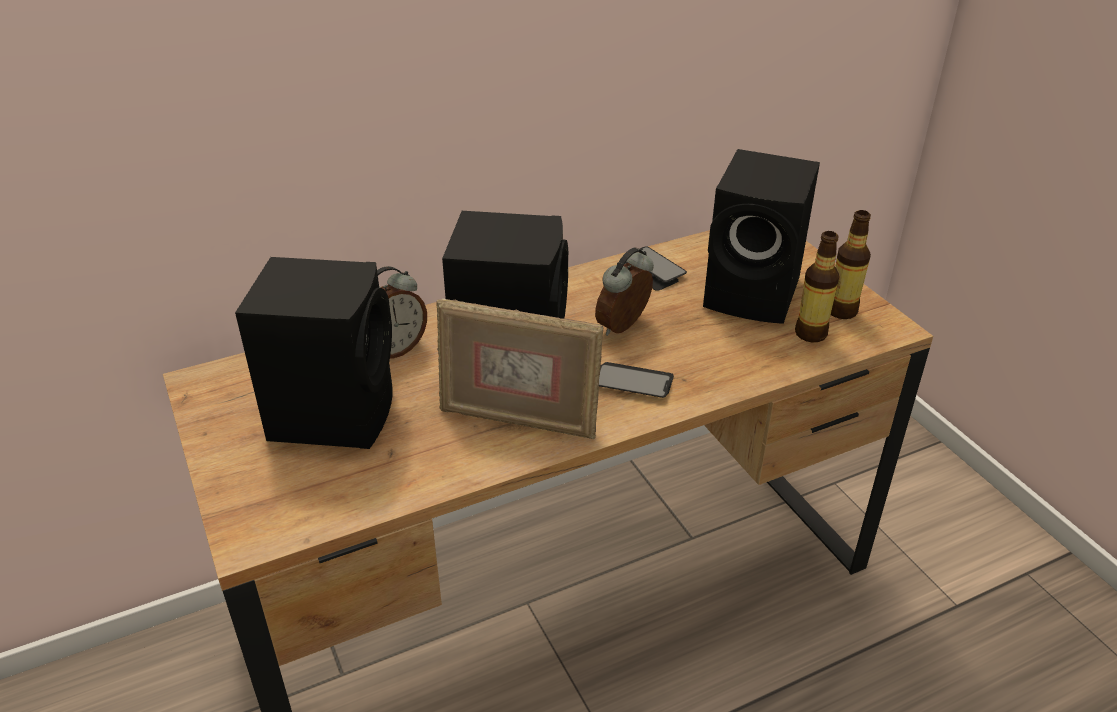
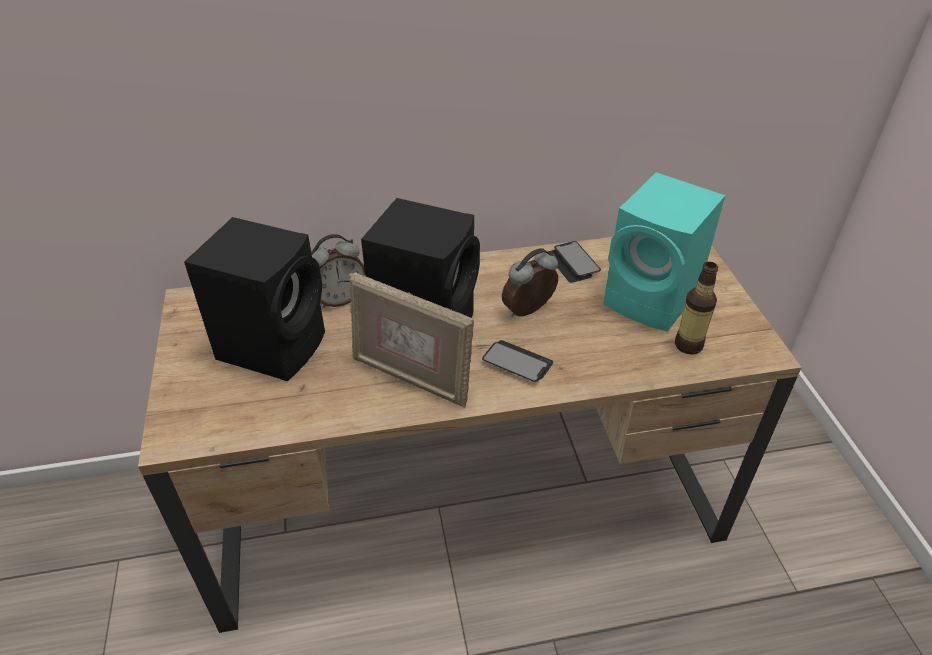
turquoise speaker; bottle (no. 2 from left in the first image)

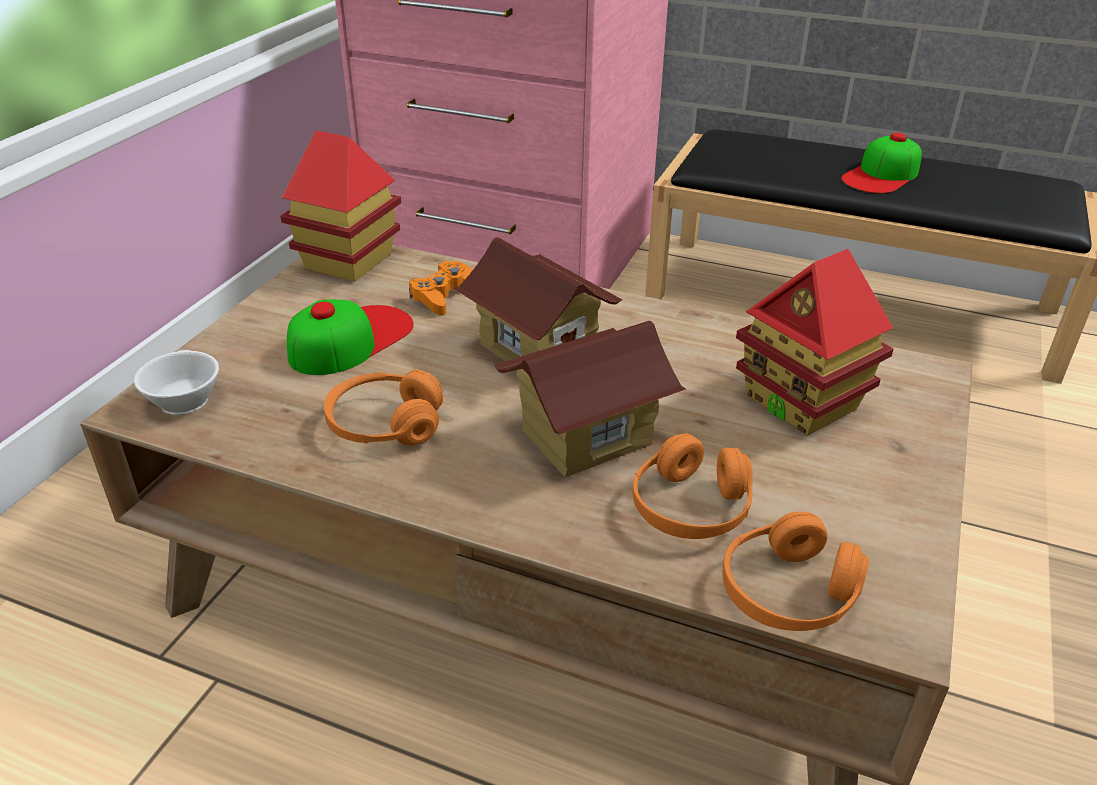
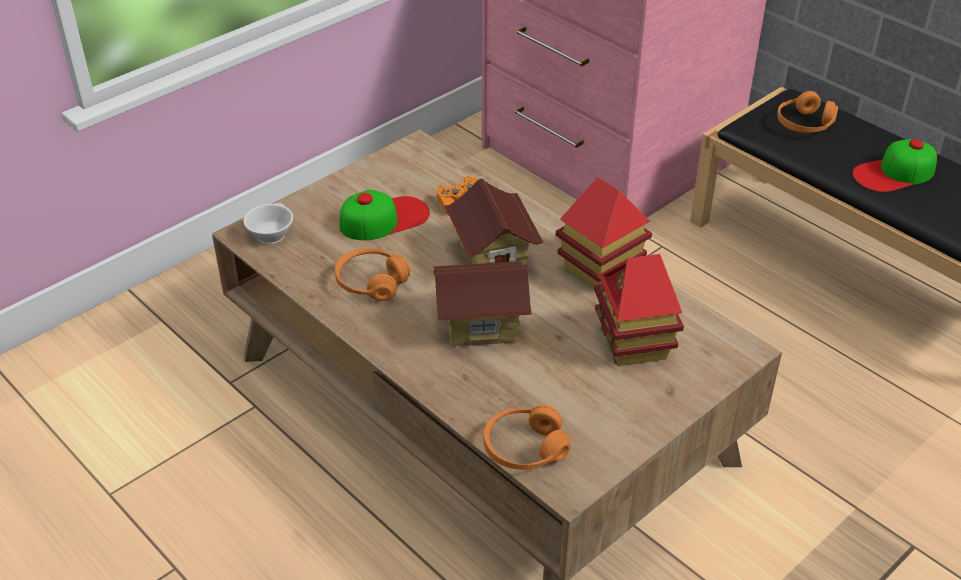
toy house (no. 3 from left); orange headphones (no. 3 from left)

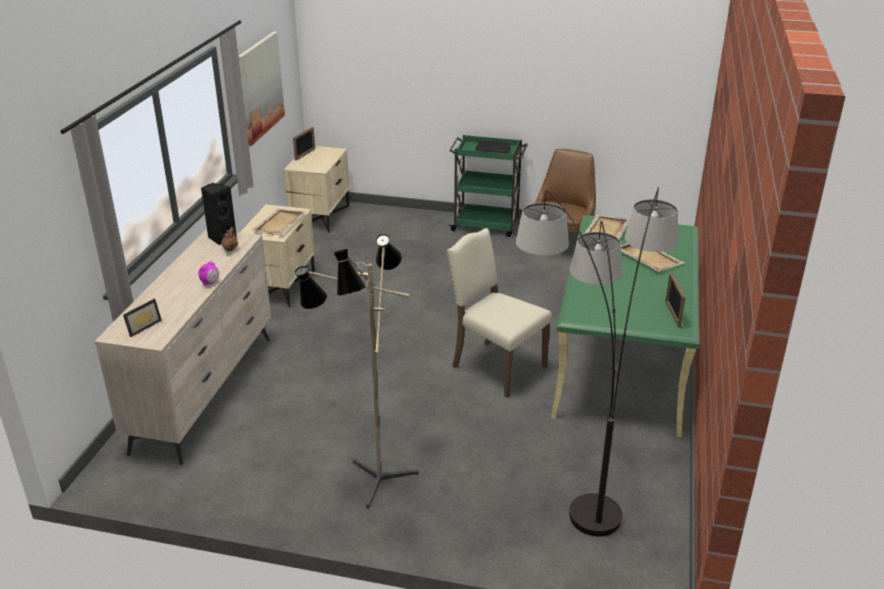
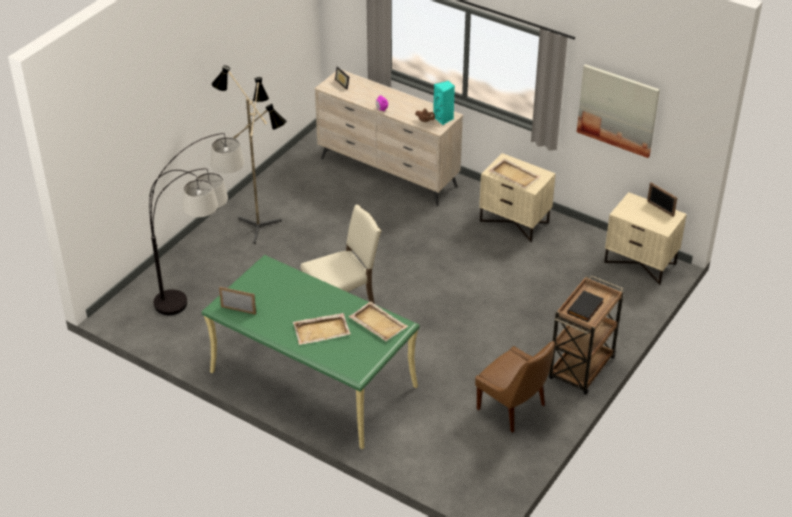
brown cart; turquoise speaker

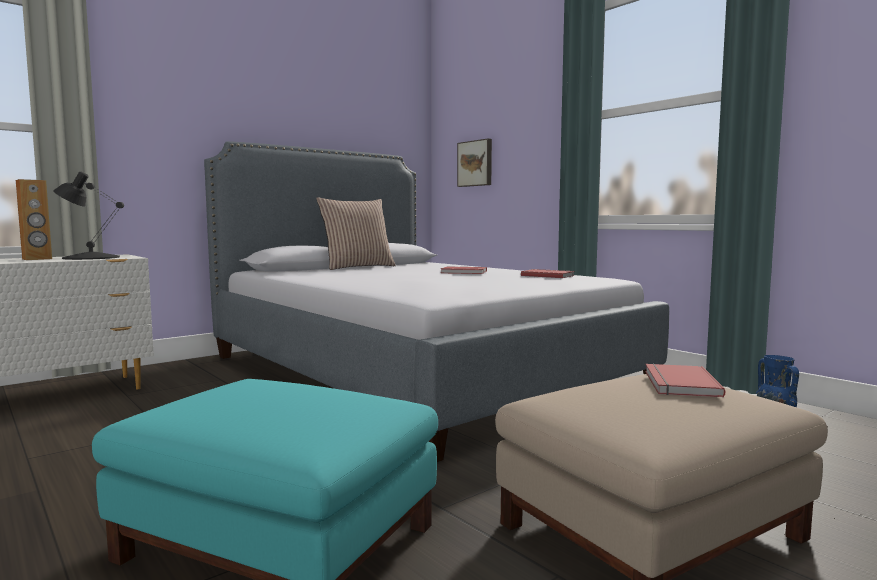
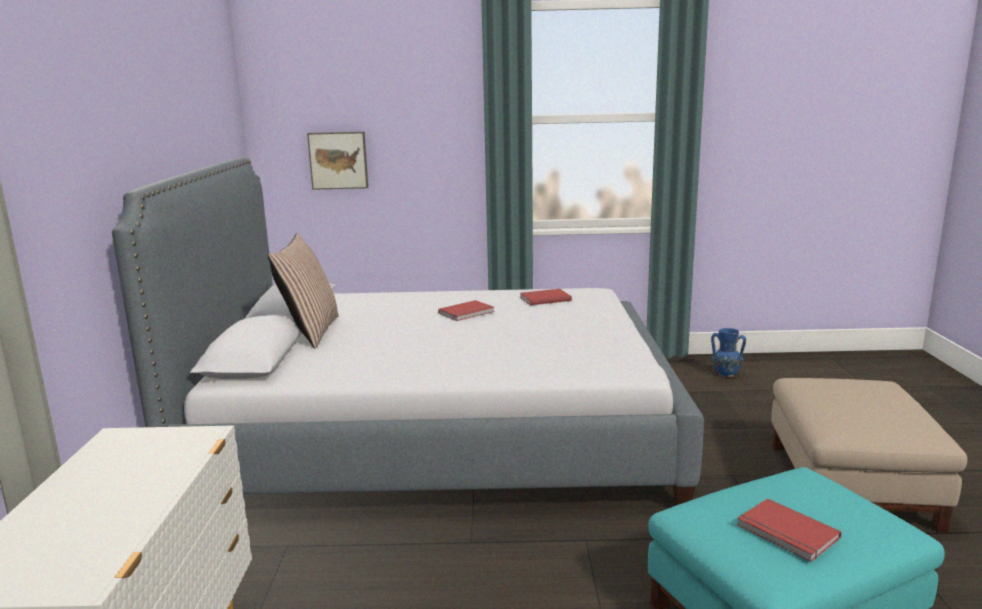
black table lamp; brown speaker; red book (no. 3 from left)

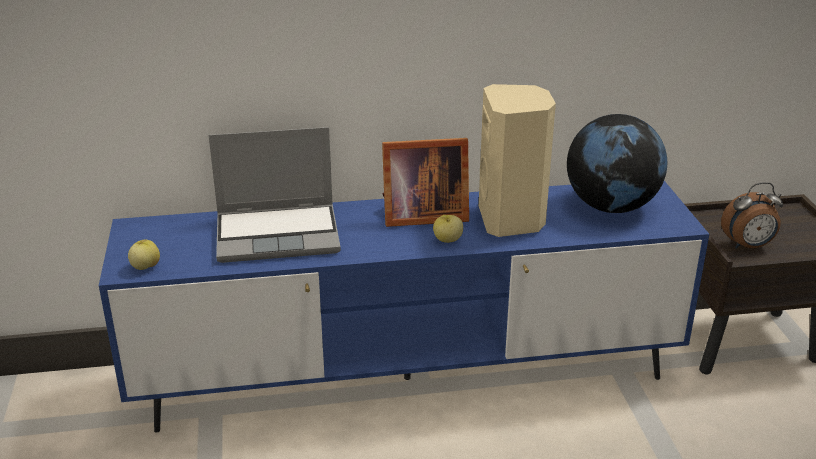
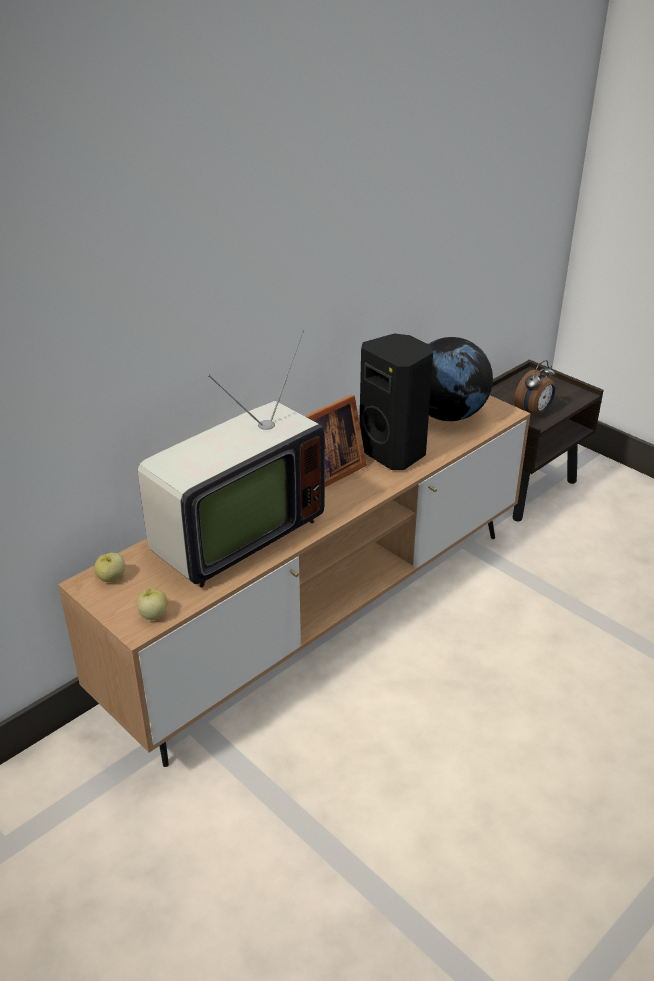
black speaker; television; brown tv stand; apple (no. 1 from left)

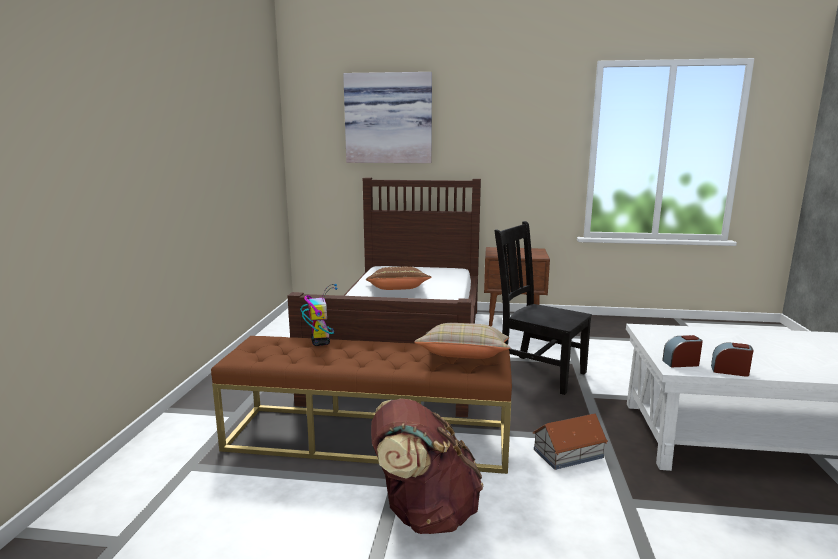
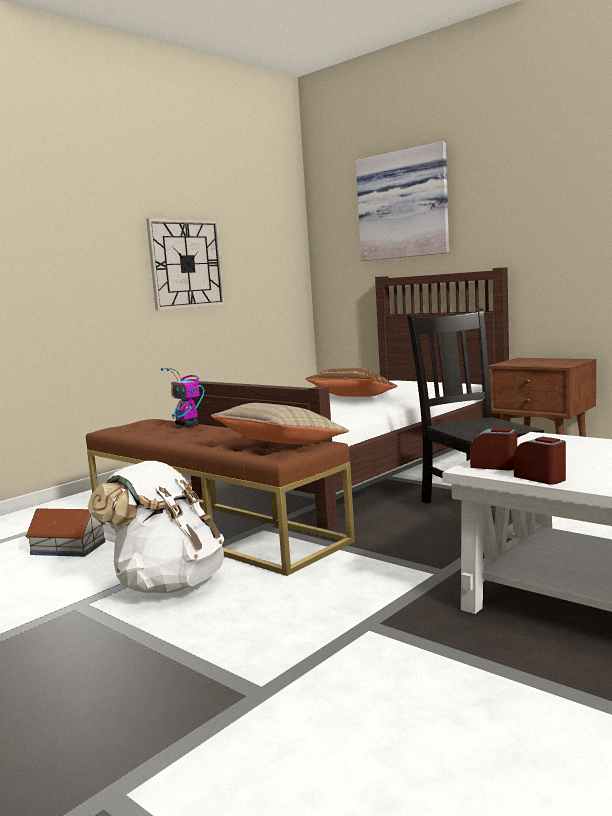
toy robot; white backpack; toy house; wall clock

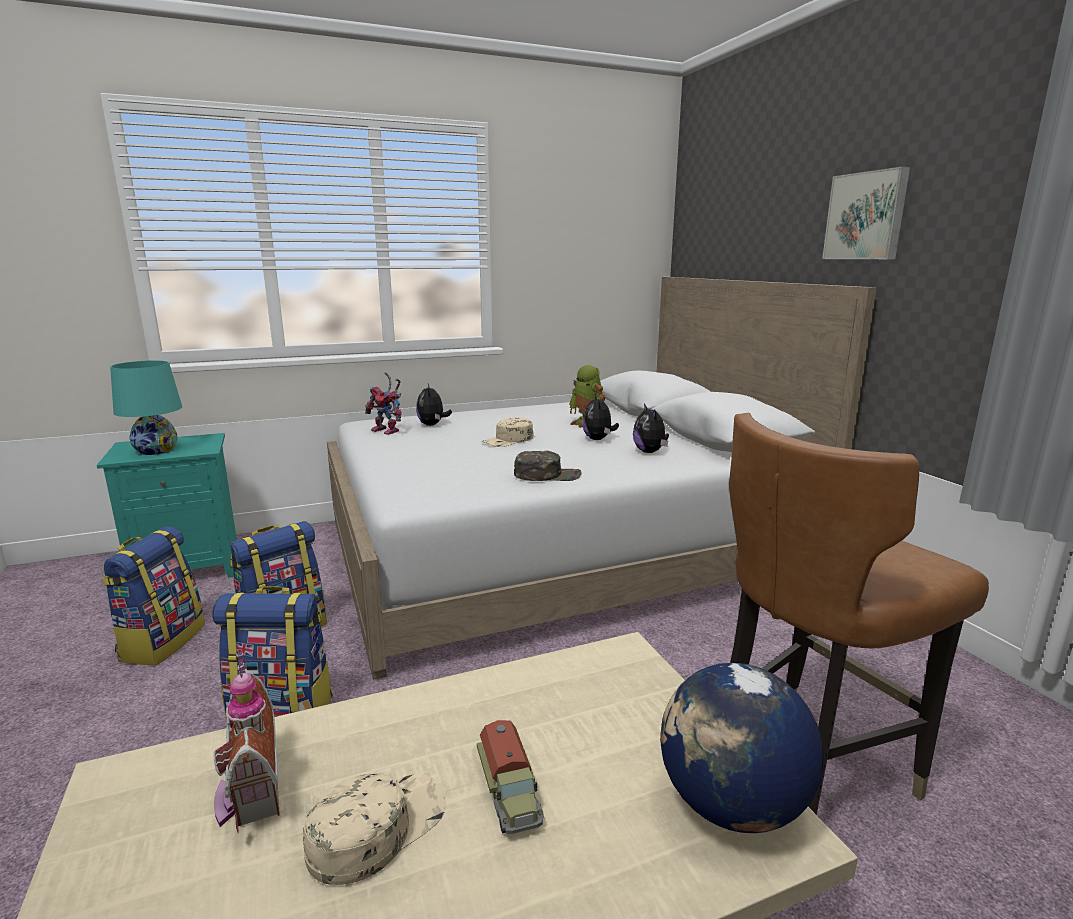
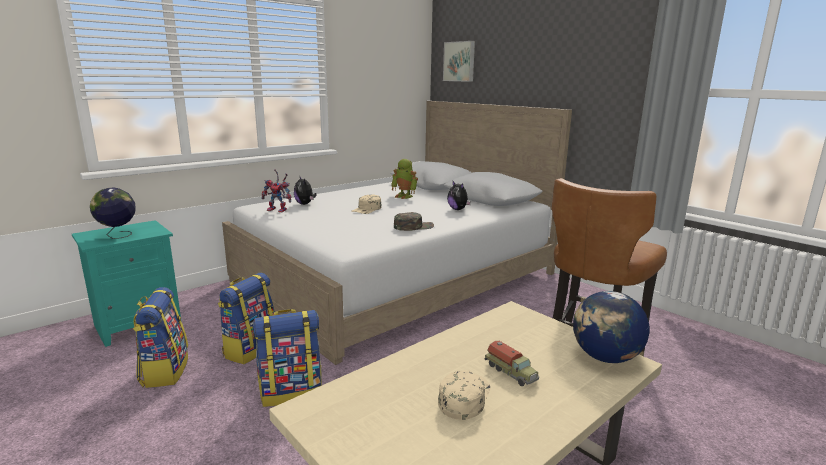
picture; globe (no. 1 from left); plush toy (no. 2 from left in the first image); toy house

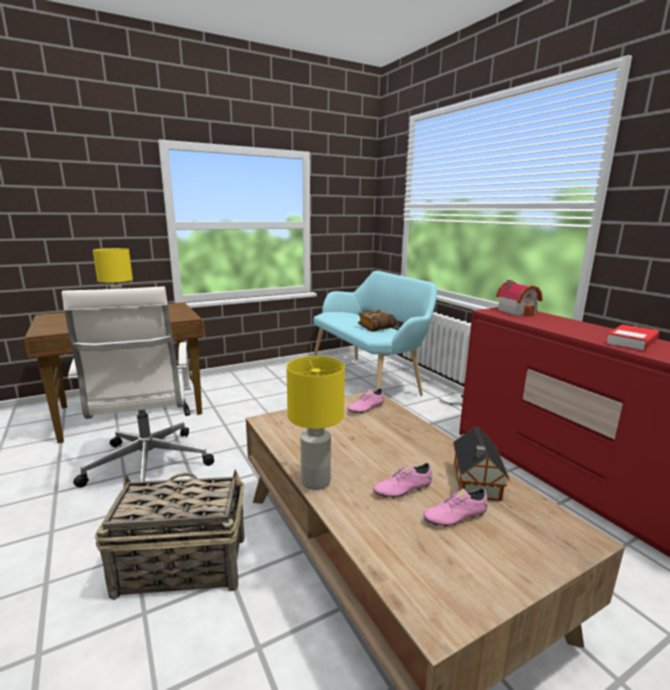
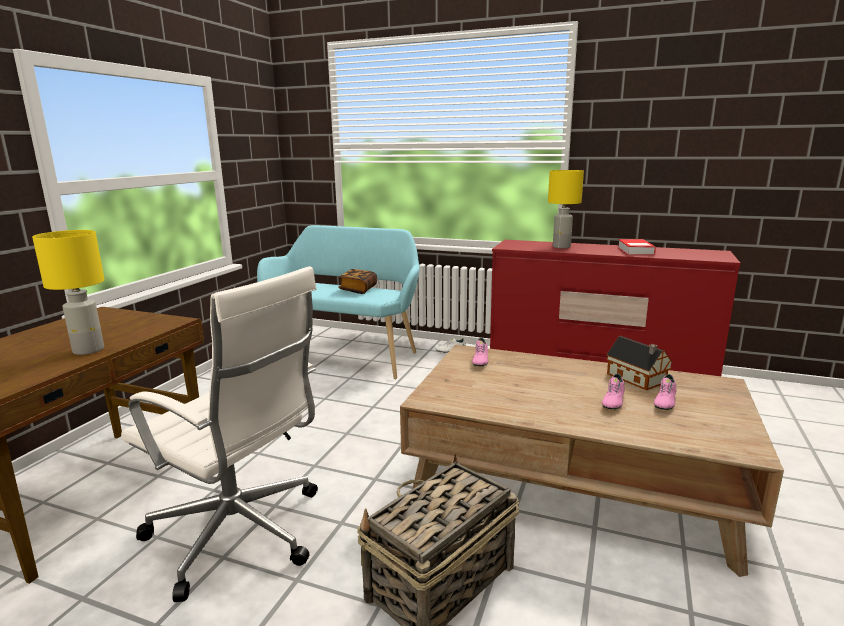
toy house (no. 2 from left in the first image); yellow table lamp (no. 2 from left)

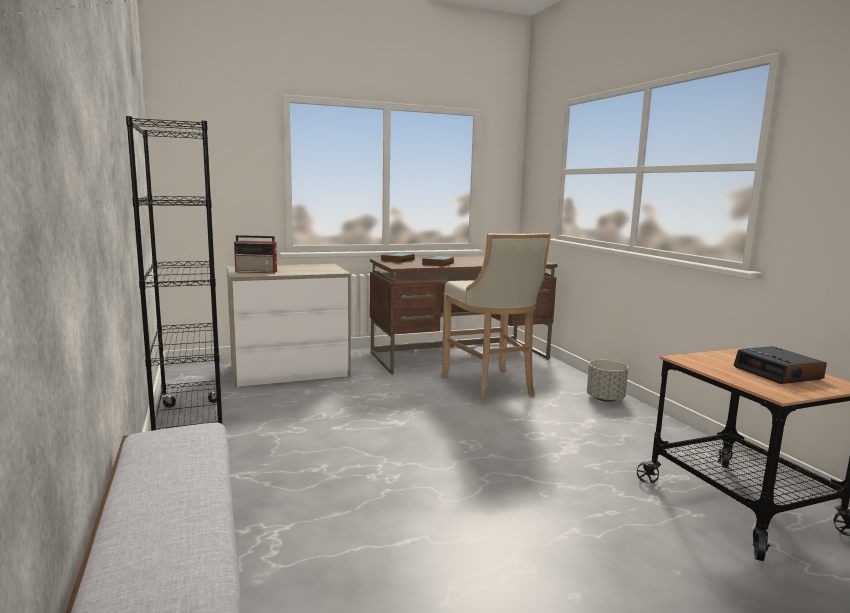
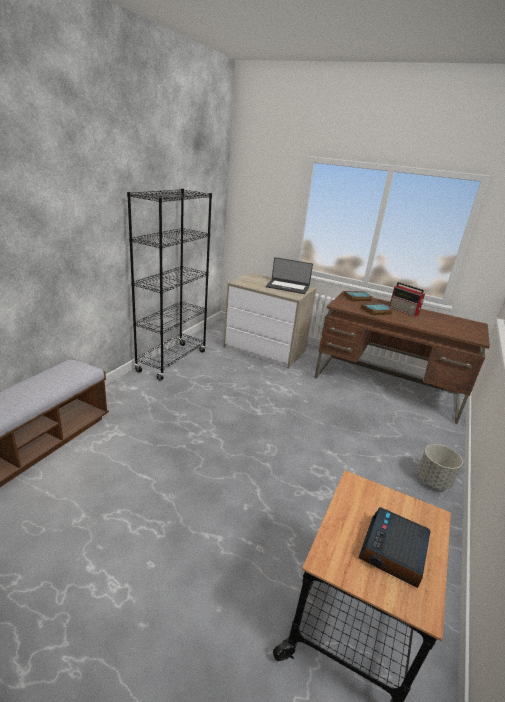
beige stool; radio; laptop

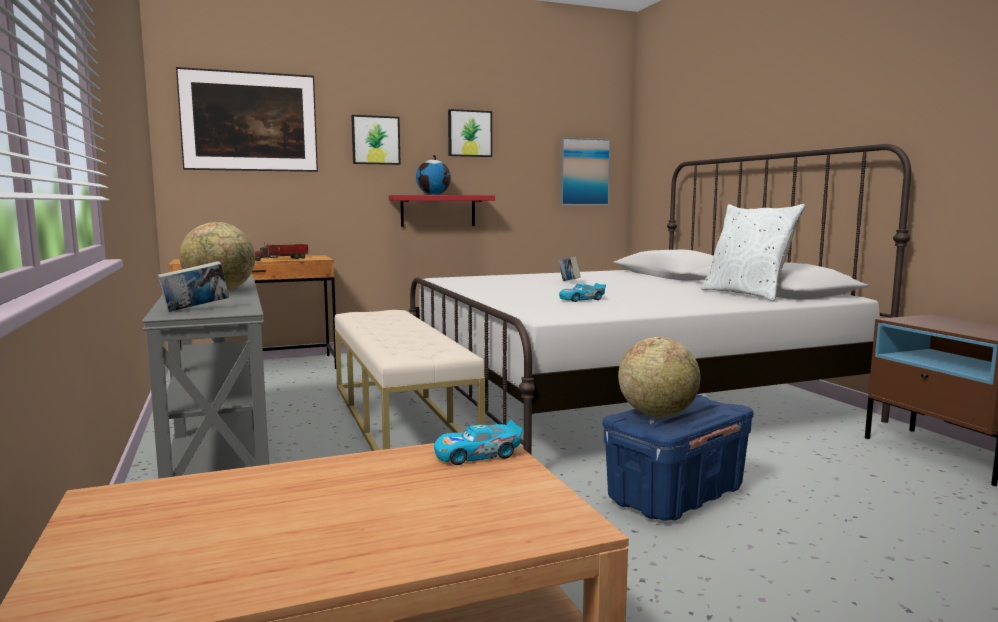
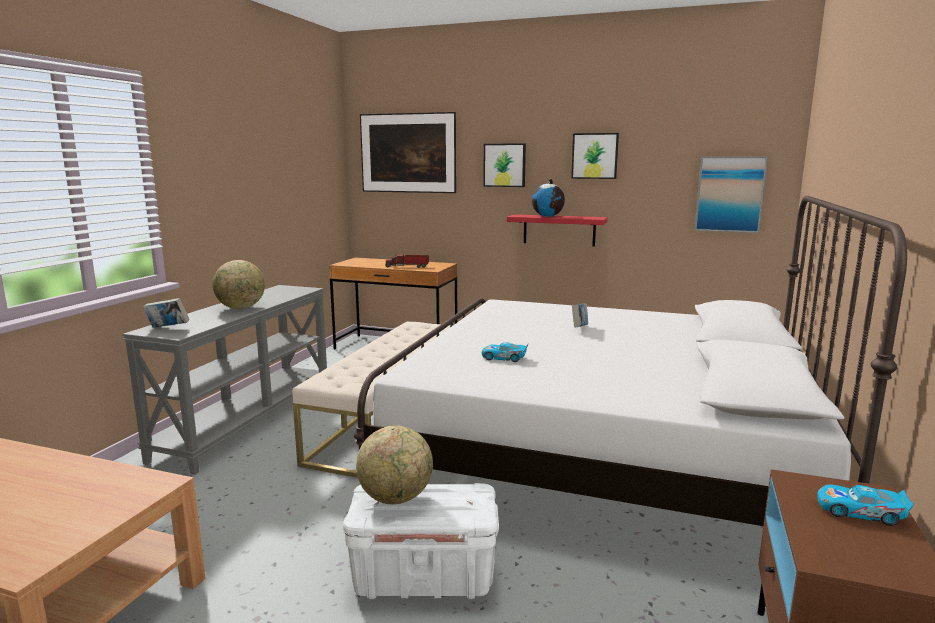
white pillow; white storage box; toy car (no. 2 from left)

